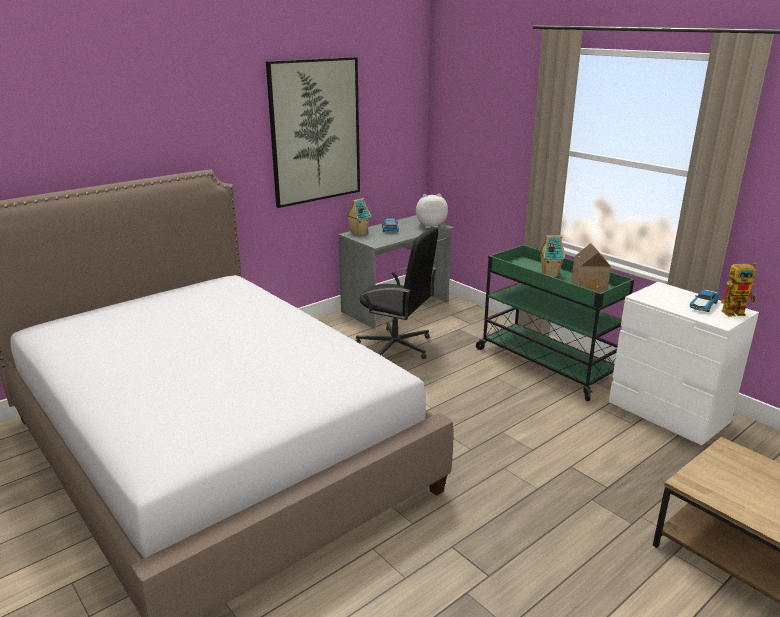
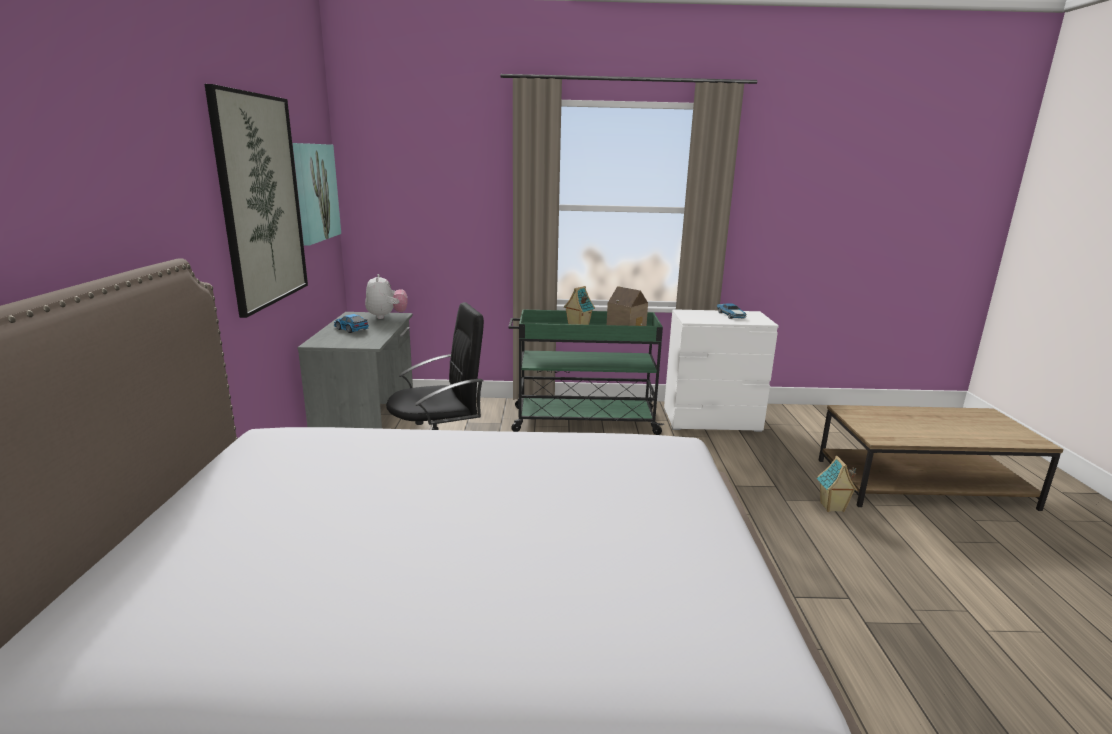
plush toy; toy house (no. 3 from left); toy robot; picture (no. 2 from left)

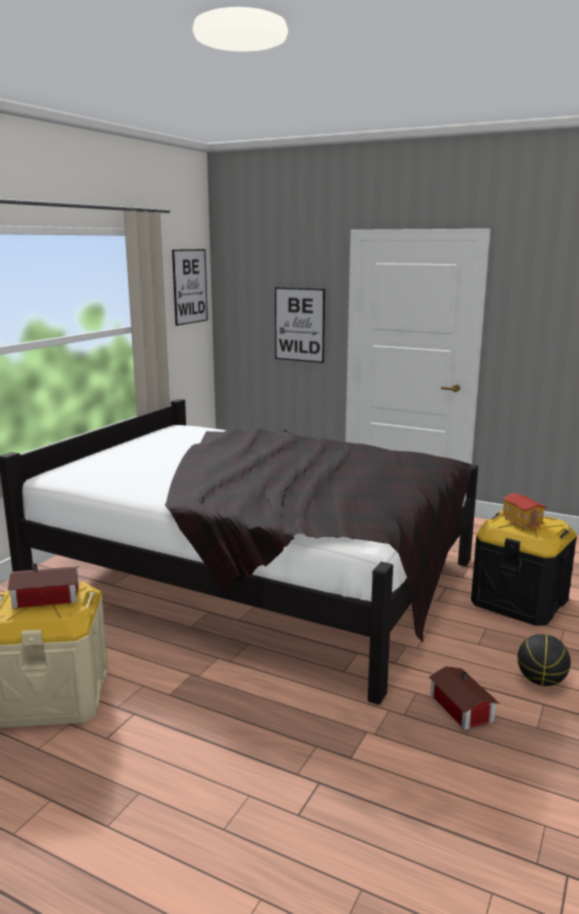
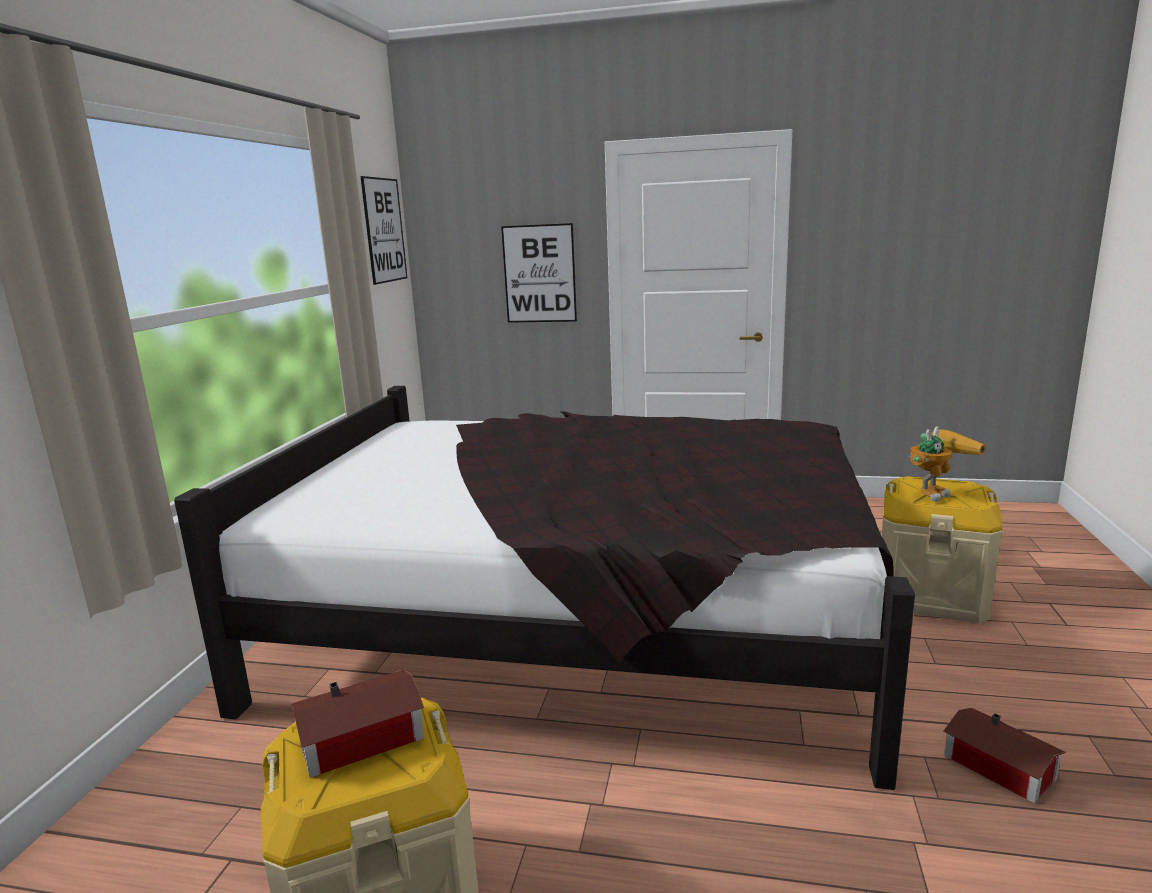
toy robot; beige storage box (no. 2 from left); basketball

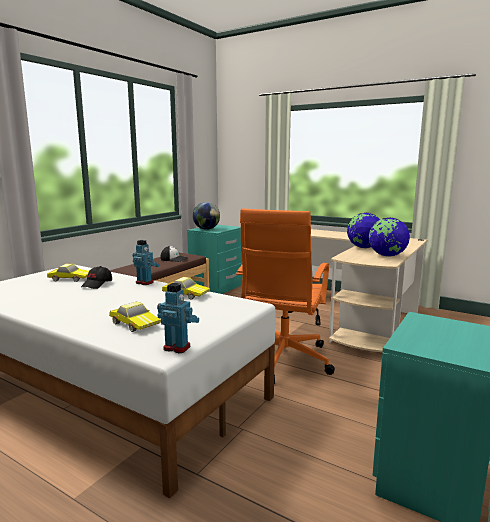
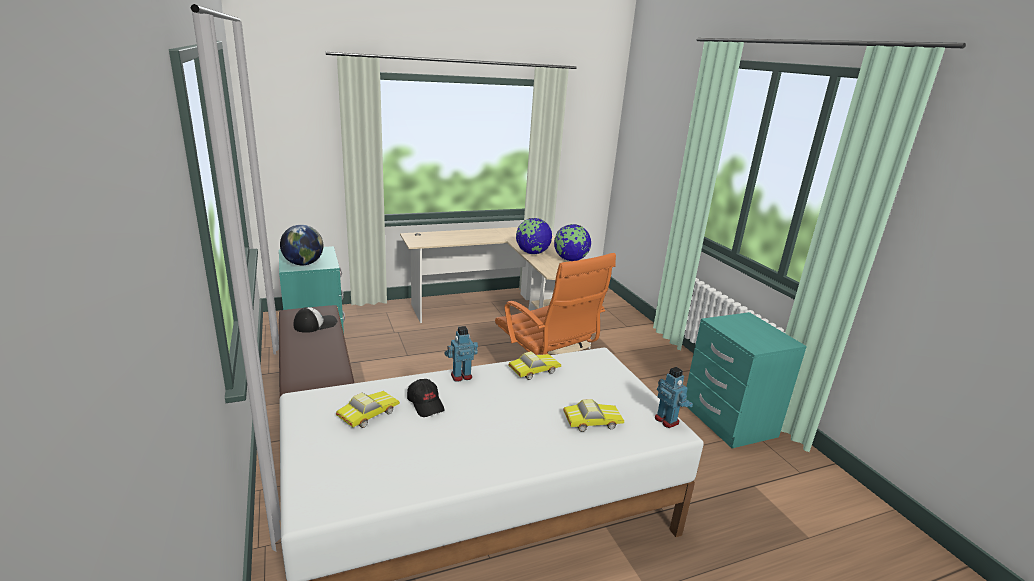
toy robot (no. 2 from left)

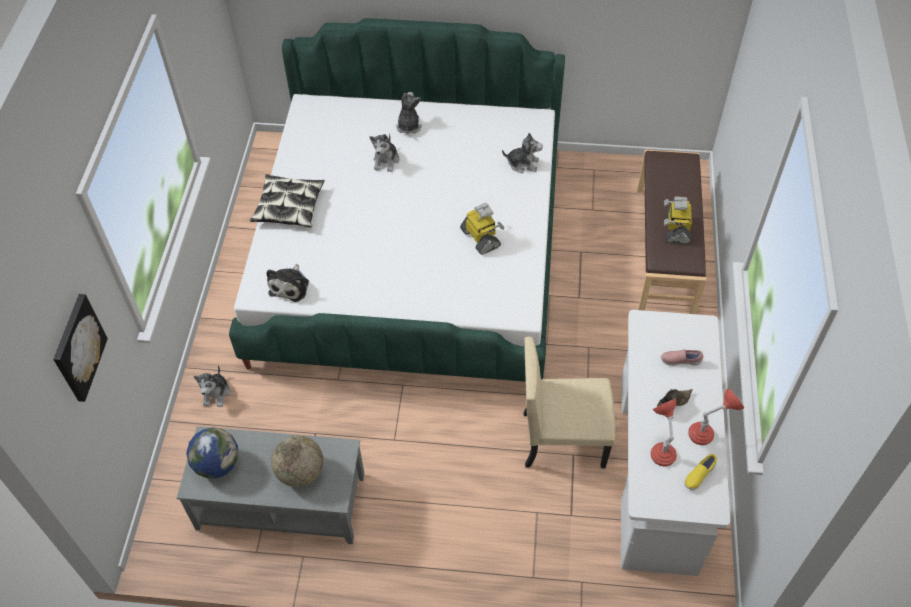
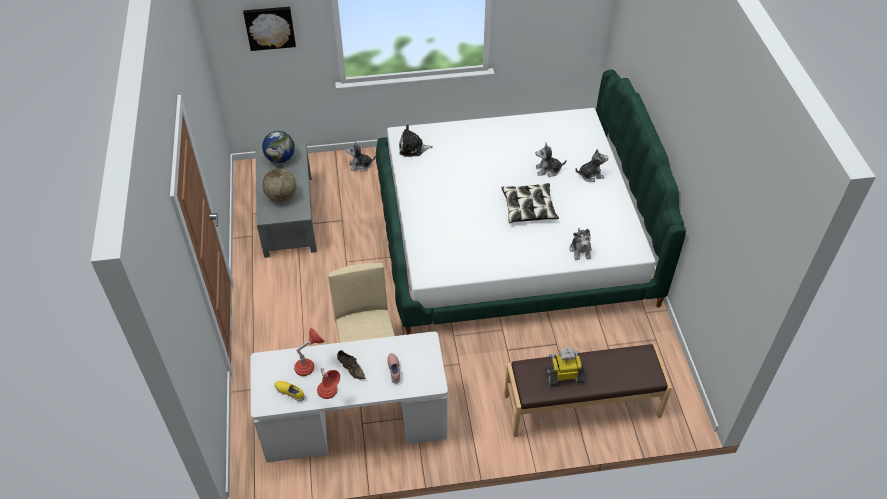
pillow; toy robot (no. 1 from left in the first image)

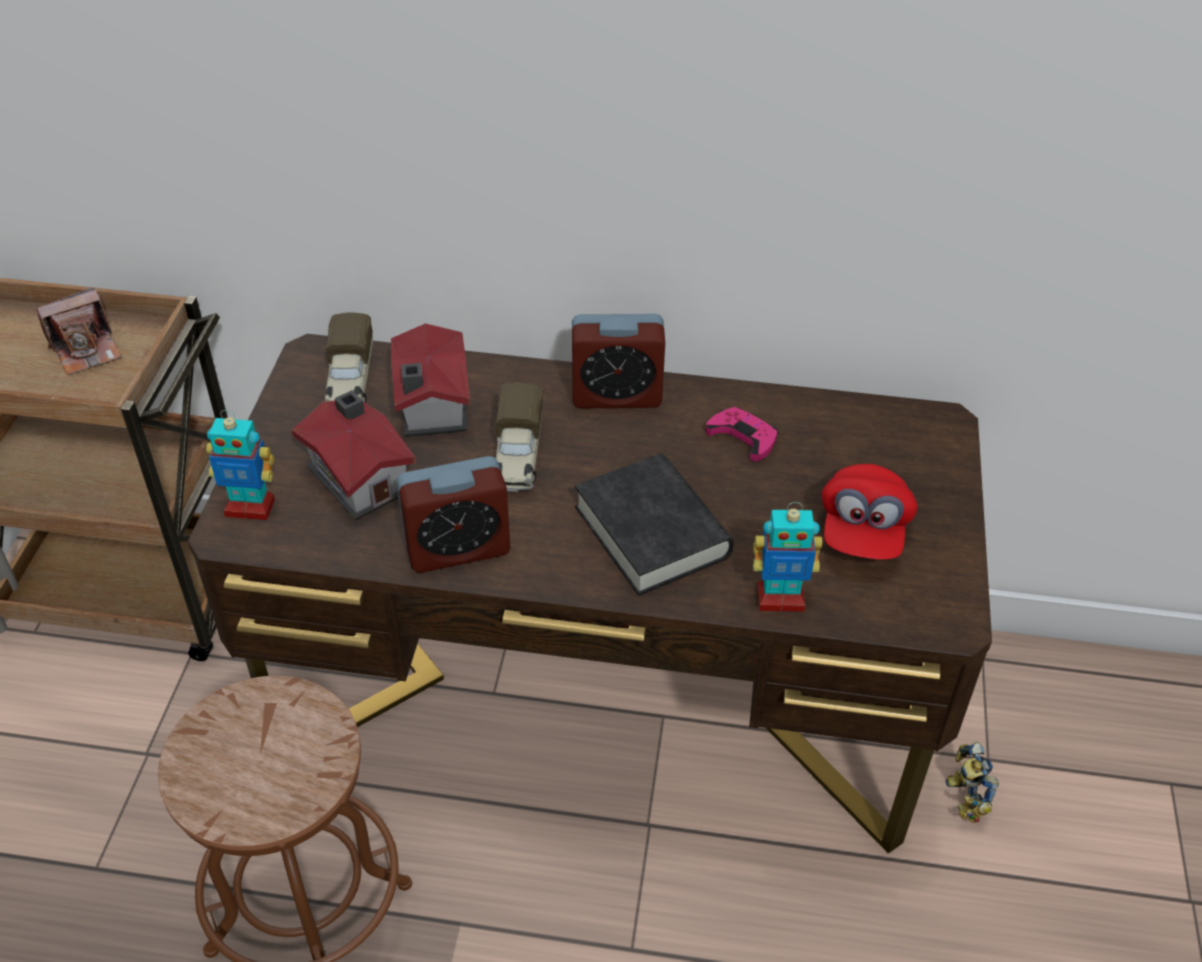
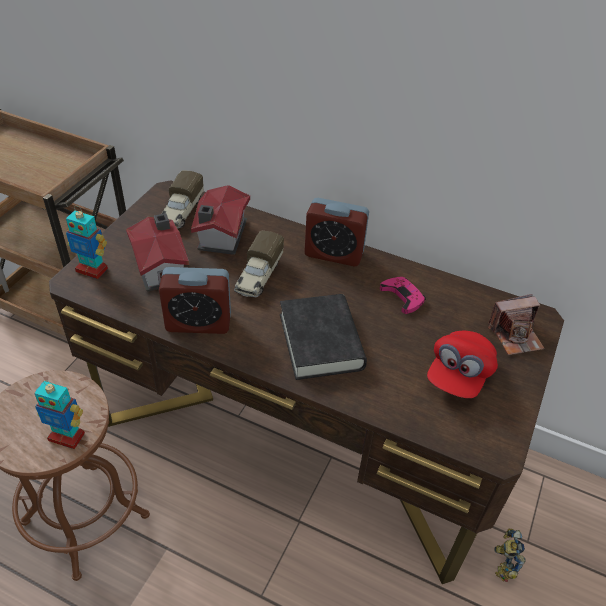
photo camera; toy robot (no. 1 from left)

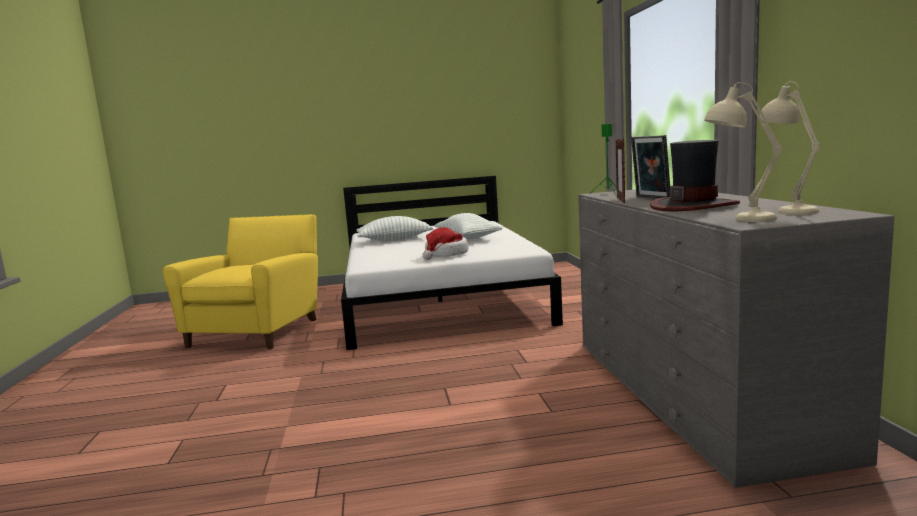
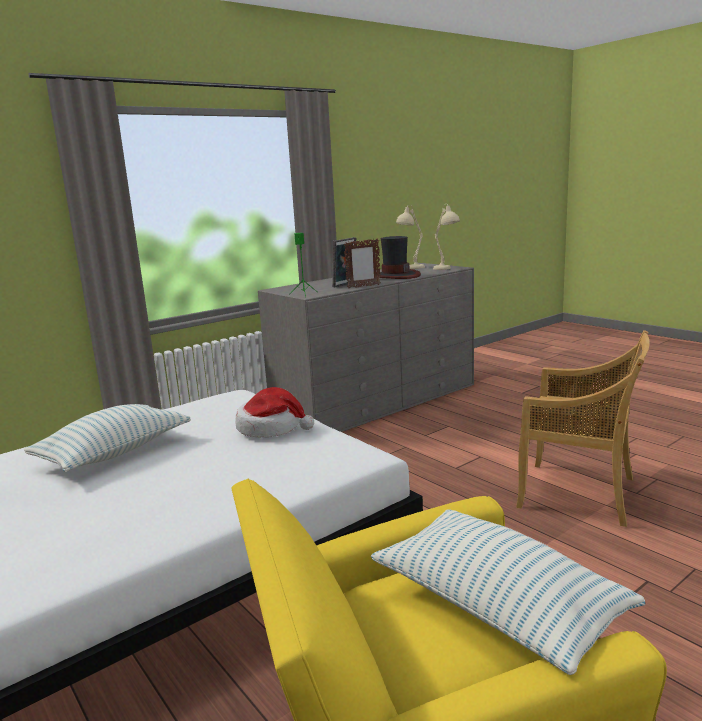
pillow (no. 2 from left); beige chair

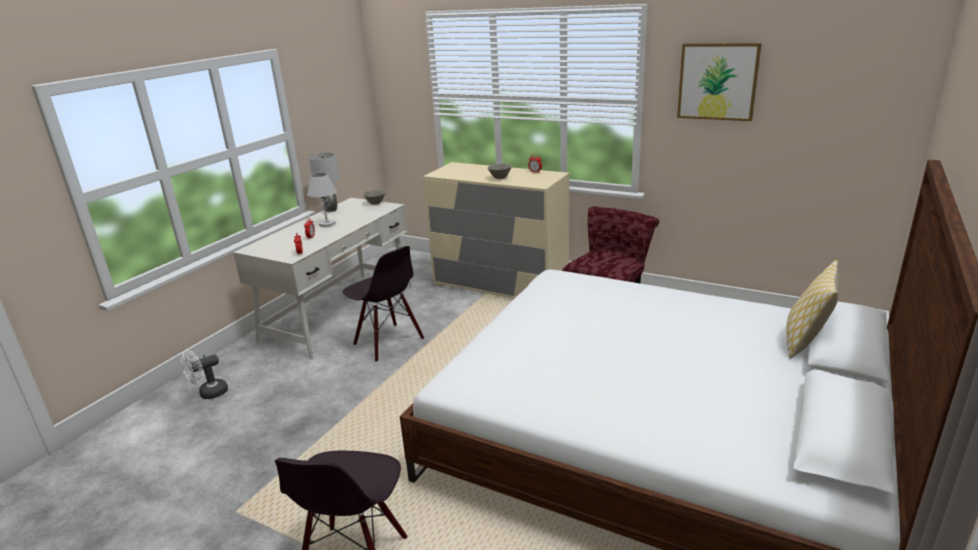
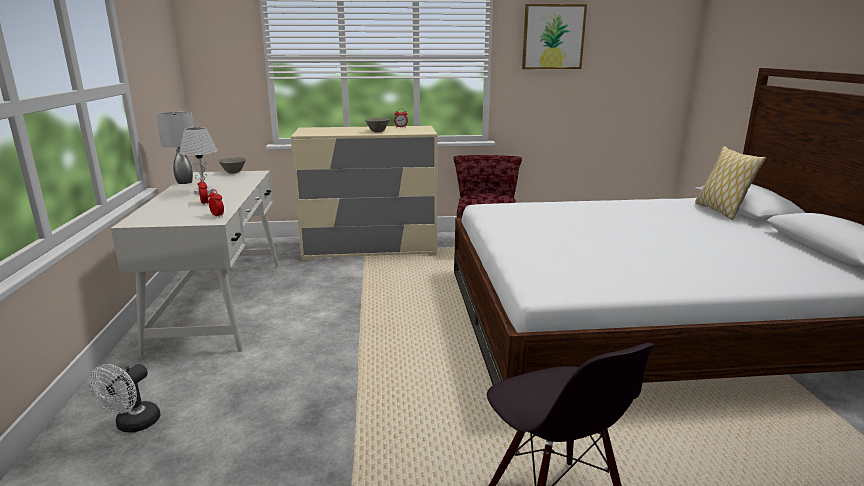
black chair (no. 2 from left in the first image)

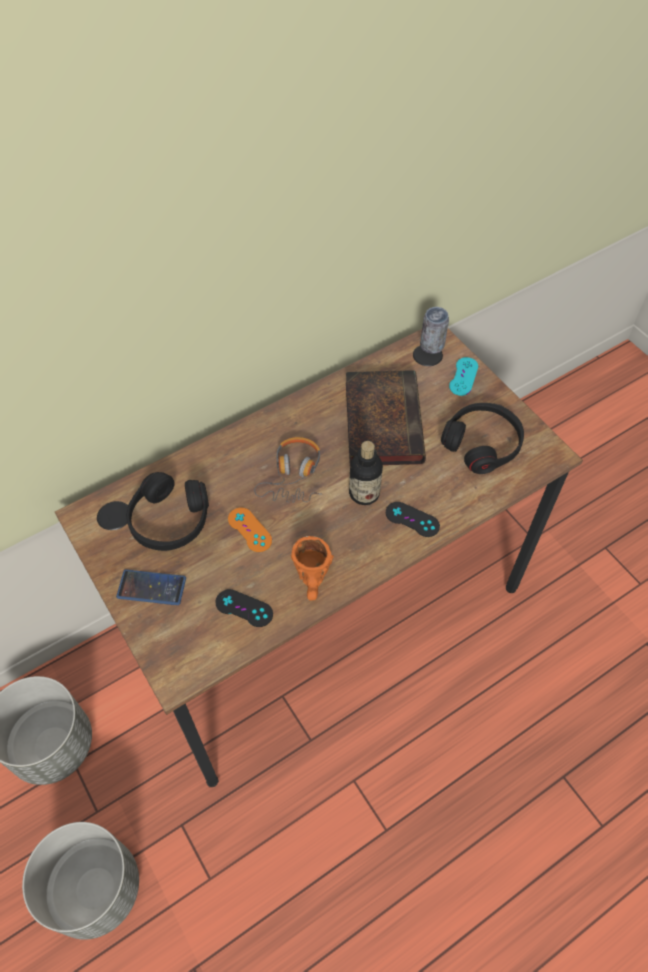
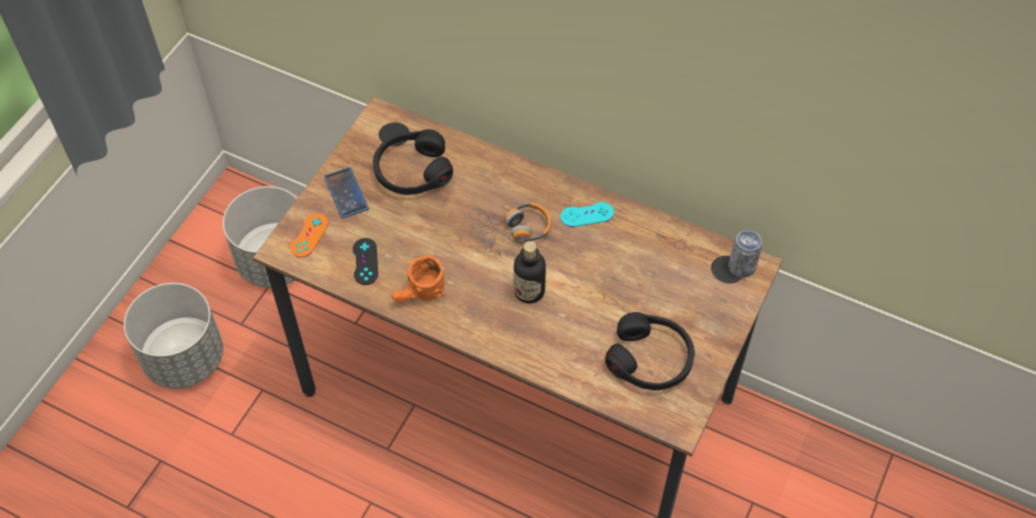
turquoise game controller; book; black game controller (no. 2 from left in the first image); orange game controller

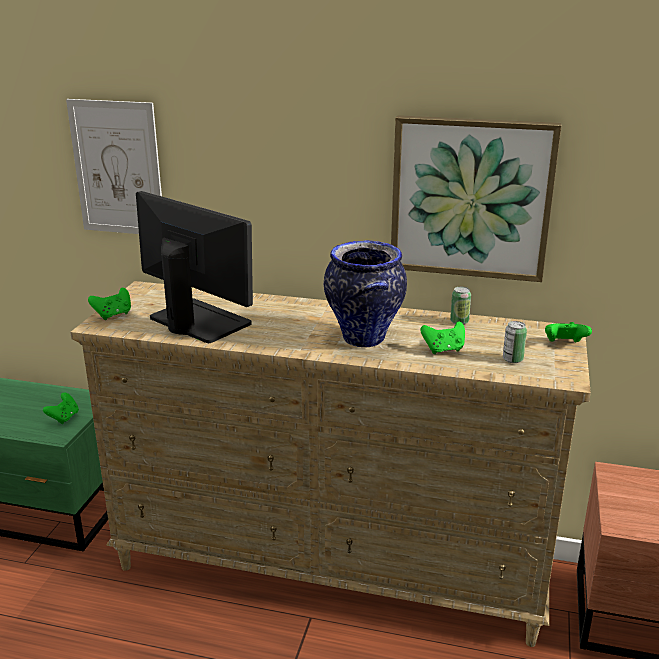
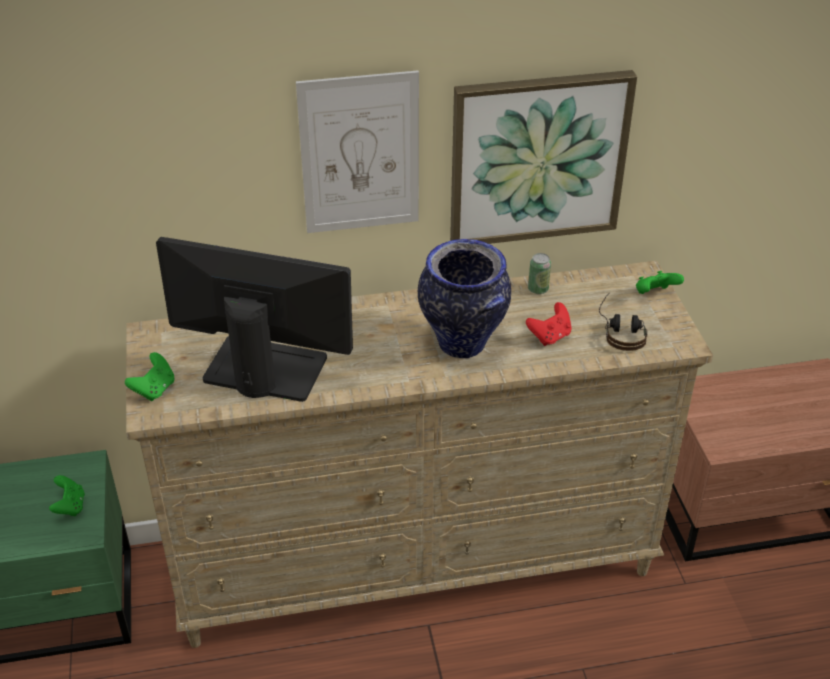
picture (no. 1 from left); red game controller; headphones

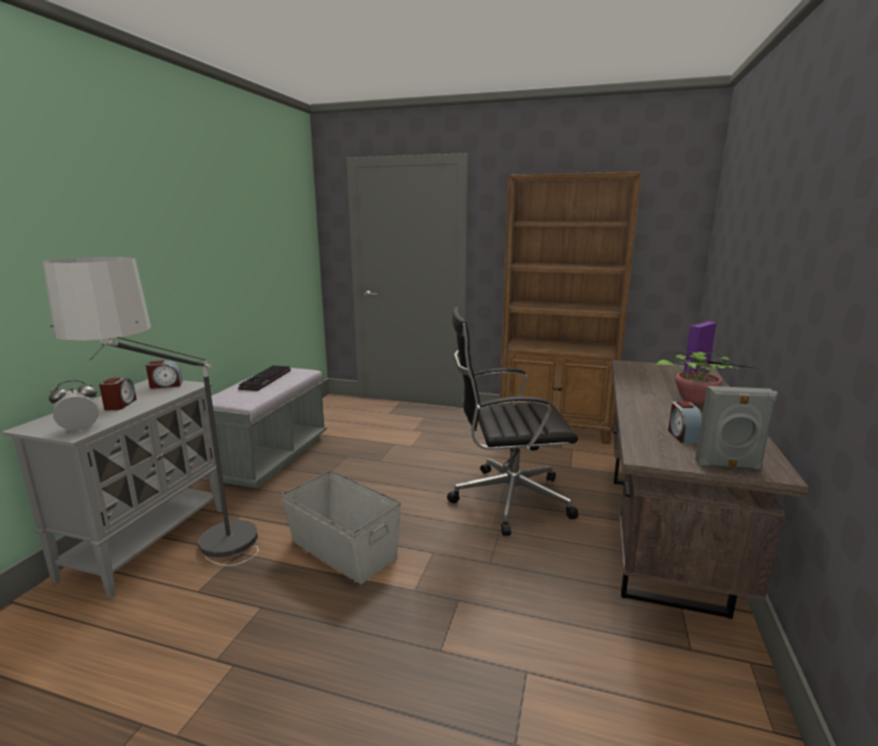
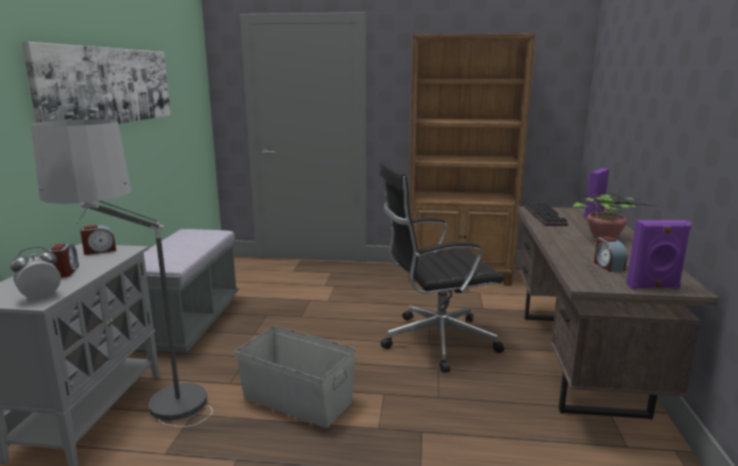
keyboard; purple speaker (no. 2 from left); picture

